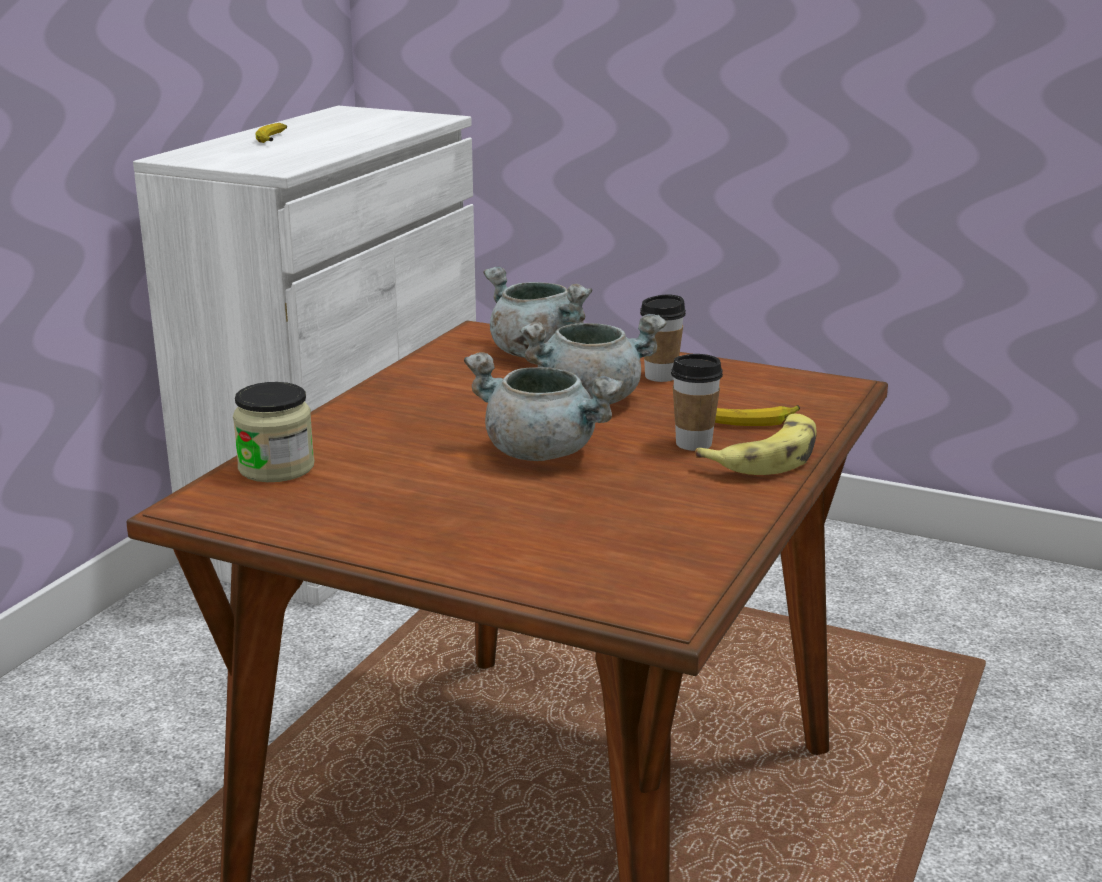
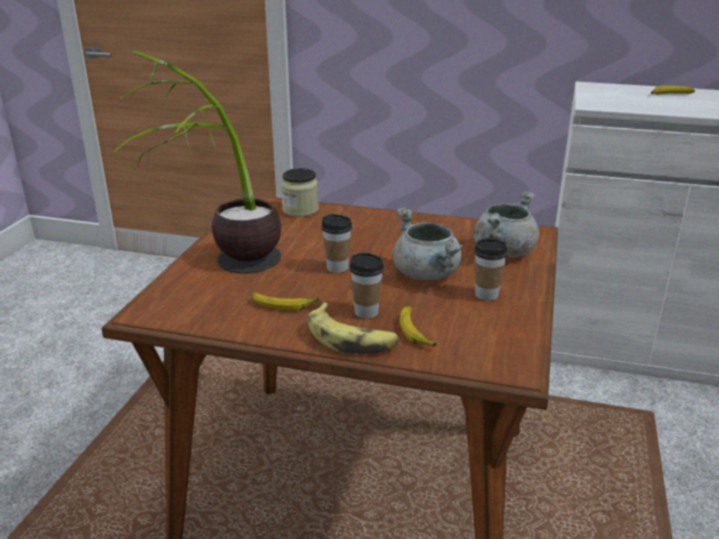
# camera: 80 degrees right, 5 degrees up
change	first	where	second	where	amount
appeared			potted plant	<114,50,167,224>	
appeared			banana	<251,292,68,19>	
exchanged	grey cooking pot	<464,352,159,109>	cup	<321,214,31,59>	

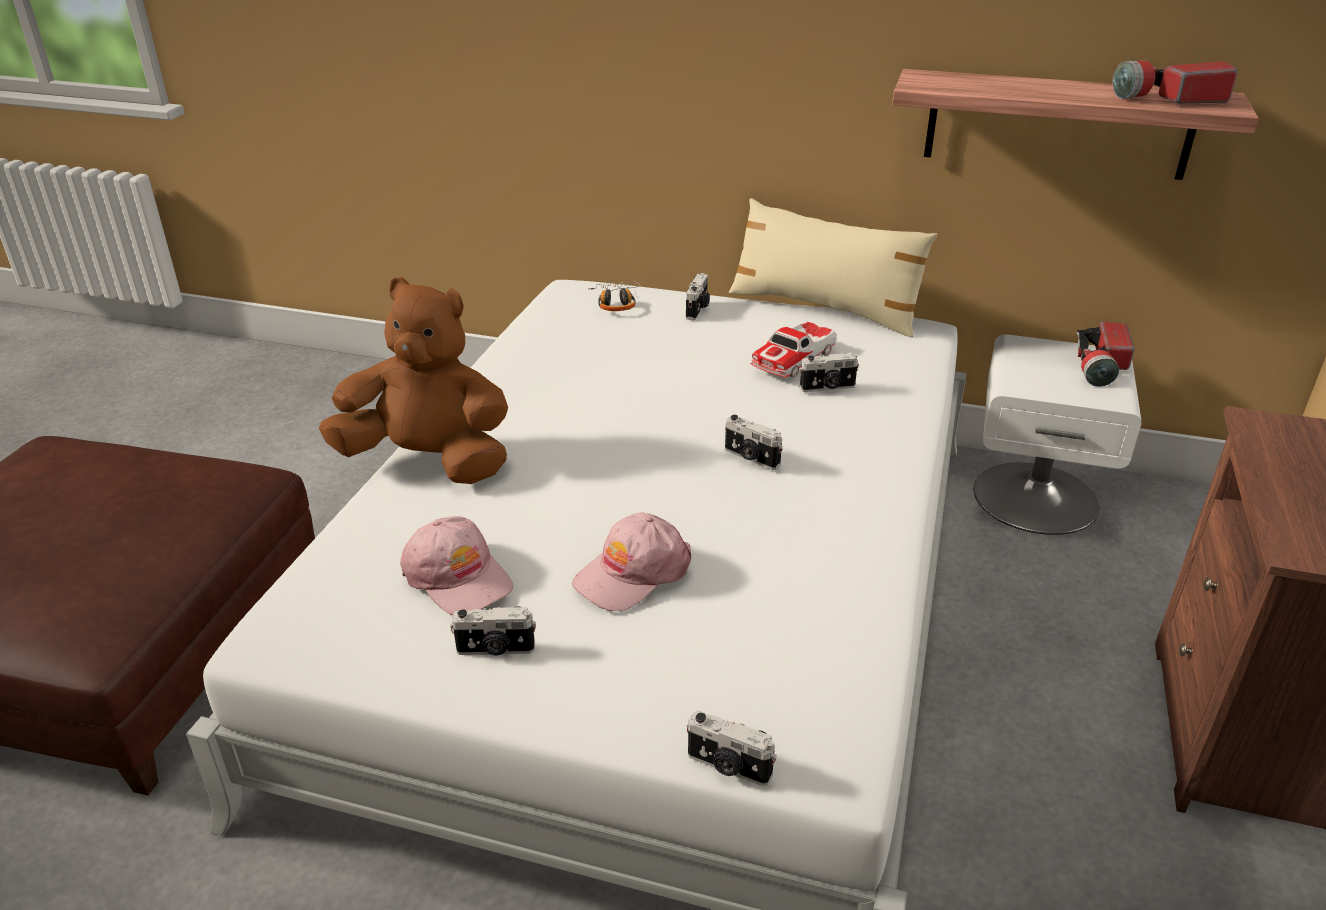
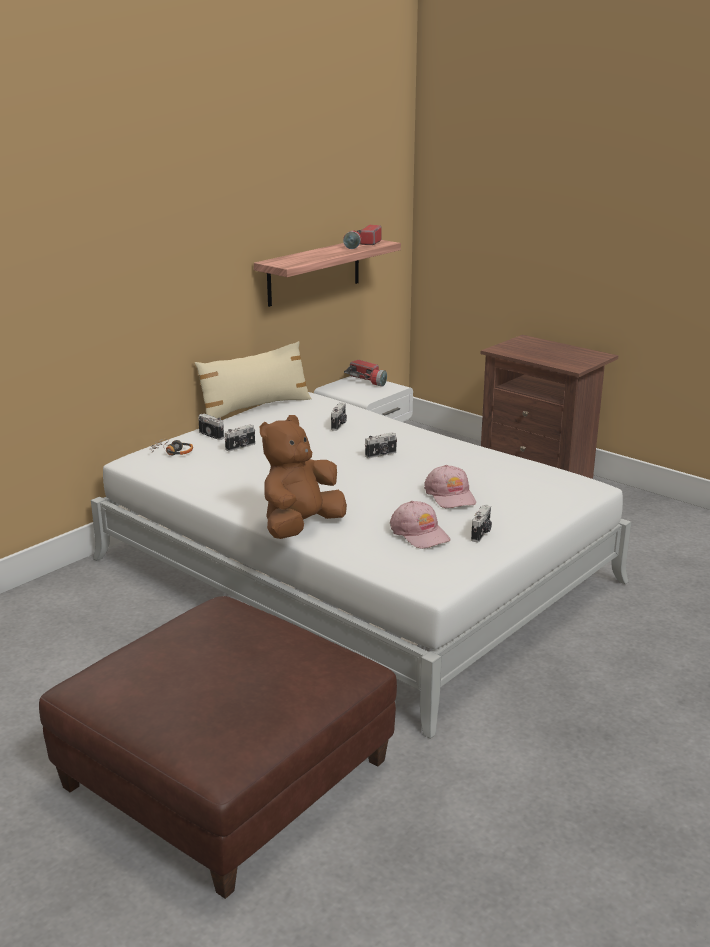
# camera: 65 degrees left, 10 degrees down
change	first	where	second	where	amount
missing	toy car	<751,322,86,56>			
relocated	photo camera	<687,711,90,75>		<225,424,30,27>	
spun	pink cap	<400,516,113,99>		<390,501,60,48>	75 degrees clockwise

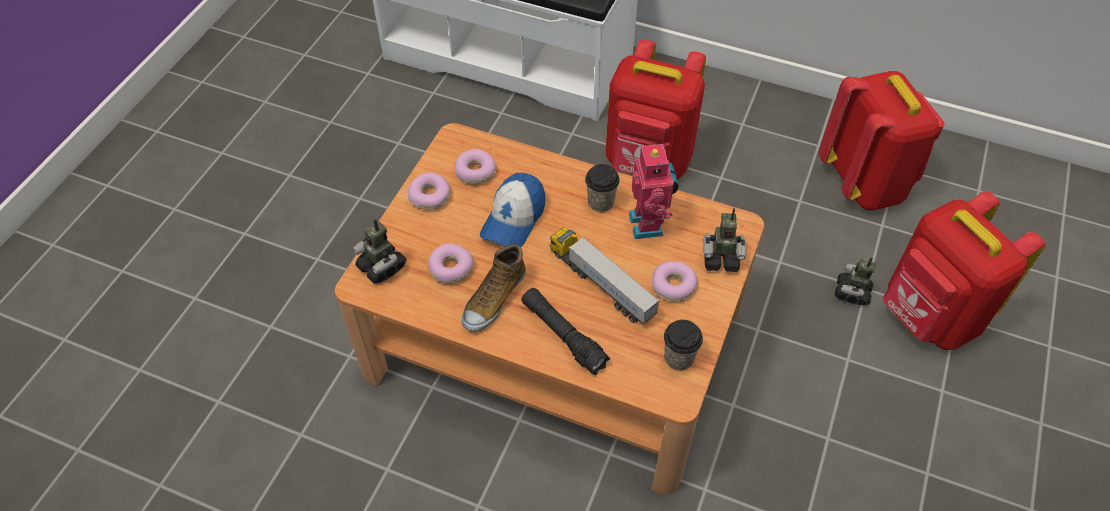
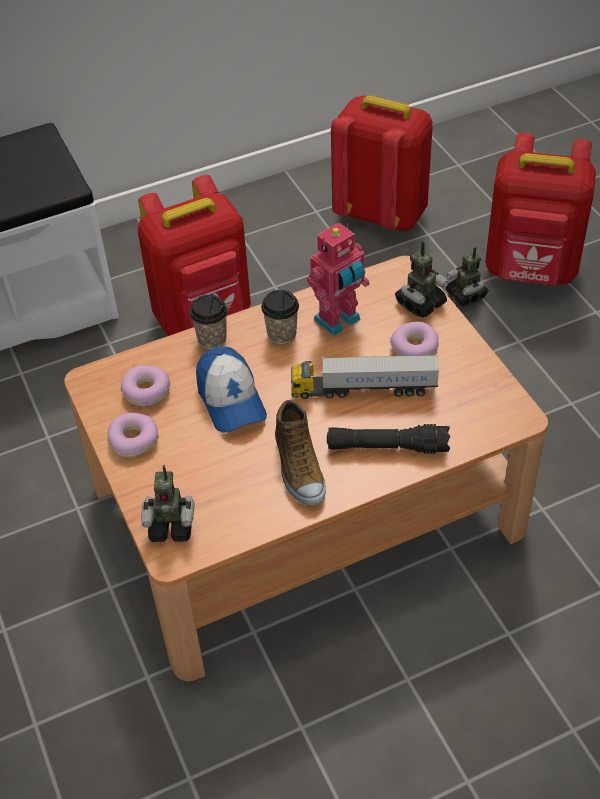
# camera: 45 degrees left, 5 degrees down
change	first	where	second	where	amount
missing	donut	<428,243,46,41>			
relocated	cup	<664,320,39,51>		<190,295,38,54>	
spun	toy robot	<629,141,50,98>		<307,223,63,113>	105 degrees clockwise

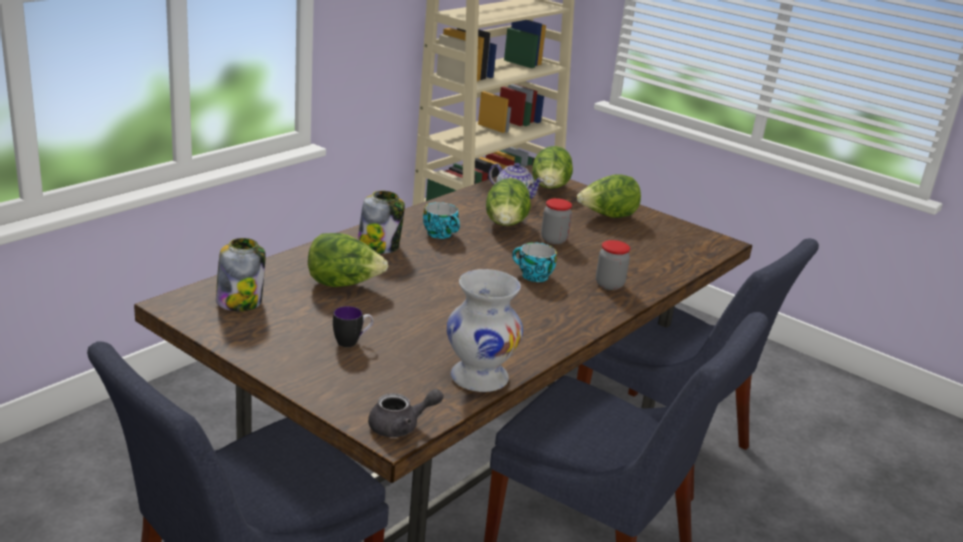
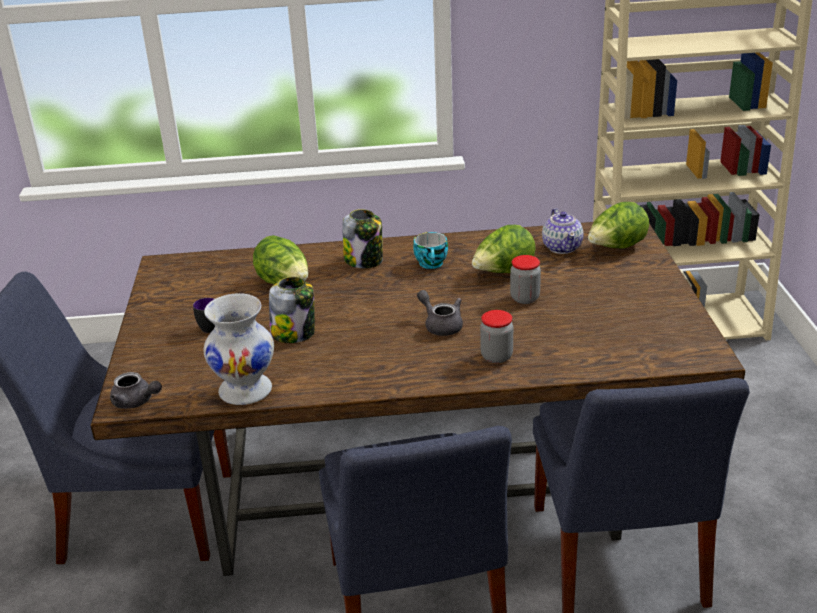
# camera: 50 degrees right, 5 degrees up
change	first	where	second	where	amount
missing	lettuce	<577,174,64,44>			
relocated	jar	<216,238,50,73>		<269,277,46,66>	
exchanged	cup	<512,242,45,40>	grey teapot	<417,290,46,46>	

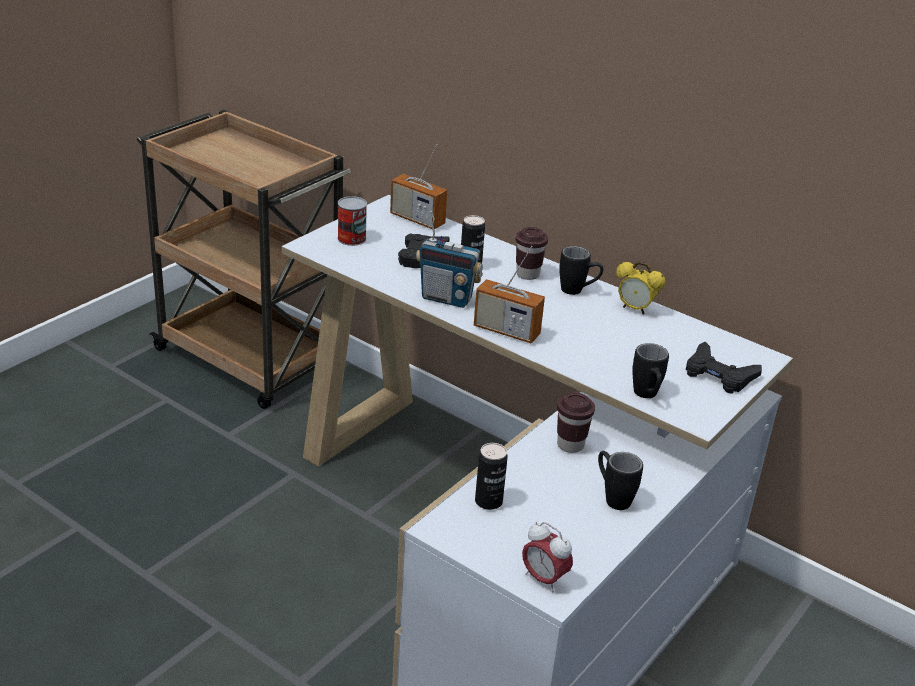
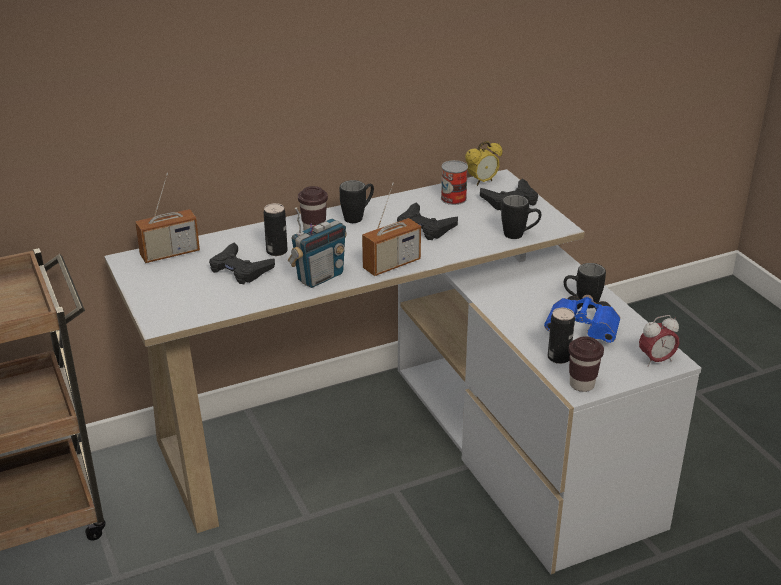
# camera: 60 degrees left, 0 degrees up
change	first	where	second	where	amount
appeared			black game controller	<397,203,61,37>	
appeared			blue binoculars	<544,295,76,48>	
relocated	can	<337,196,30,50>		<441,160,27,45>	
relocated	brown cup	<557,393,38,60>		<569,336,35,56>	
relocated	alarm clock	<616,261,49,53>		<465,141,38,45>	

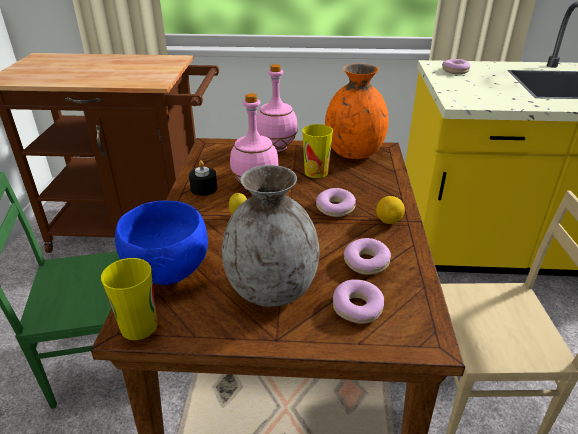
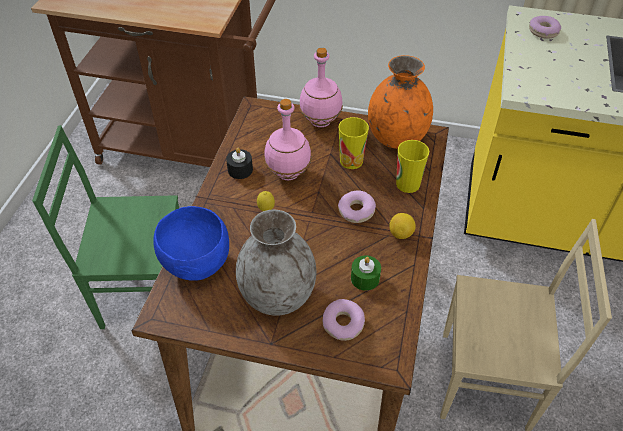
# camera: 10 degrees right, 15 degrees up
change	first	where	second	where	amount
relocated	cup	<101,258,57,82>		<396,140,33,53>	
exchanged	donut	<344,238,47,37>	green candle	<351,255,30,36>	

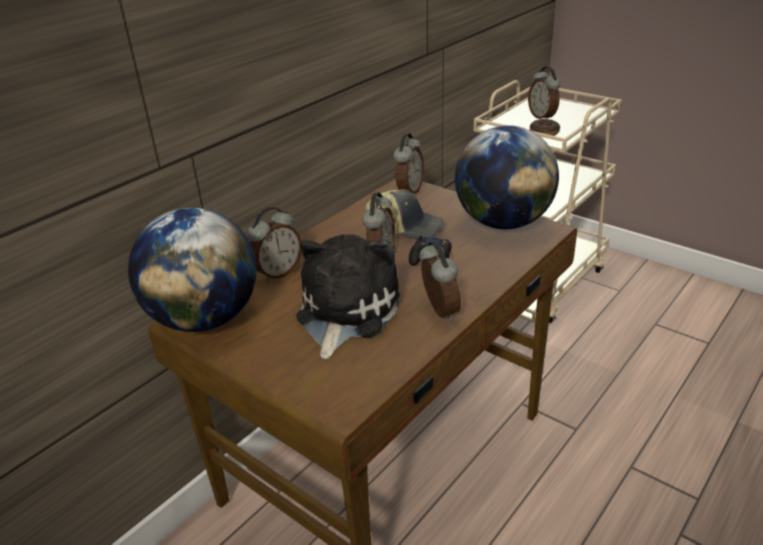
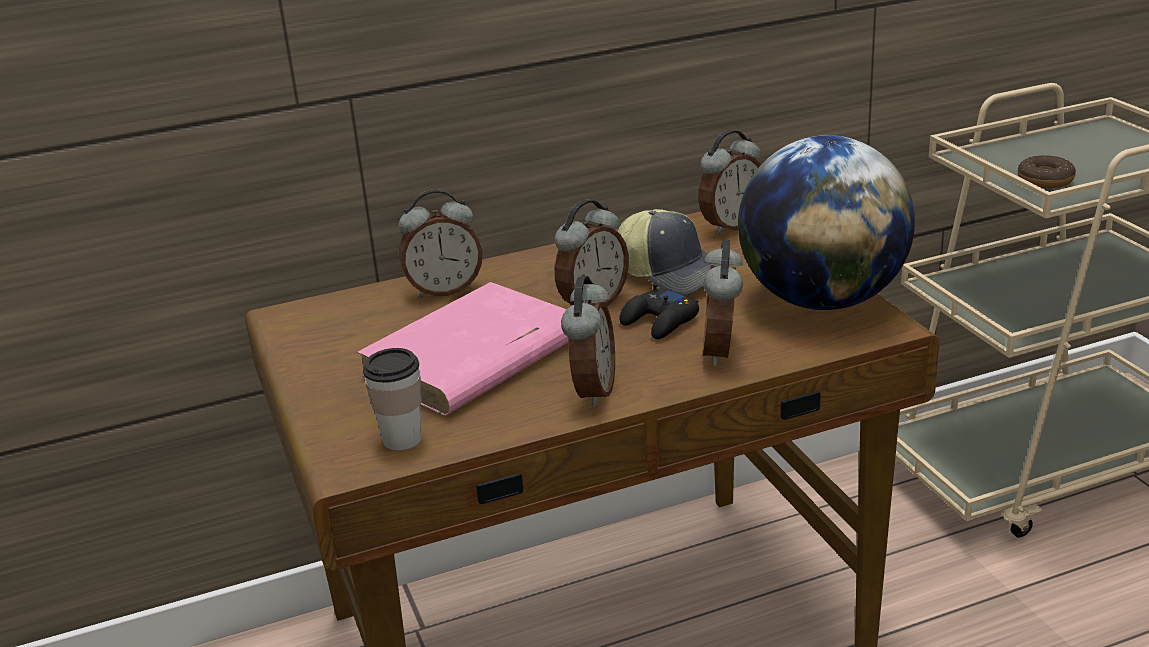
# camera: 30 degrees right, 5 degrees down
change	first	where	second	where	amount
missing	globe	<128,208,129,124>			
appeared			cup	<363,348,59,102>	
relocated	alarm clock	<528,66,33,53>		<703,240,40,126>	
exchanged	plush toy	<296,234,104,125>	pink book	<357,282,212,134>	

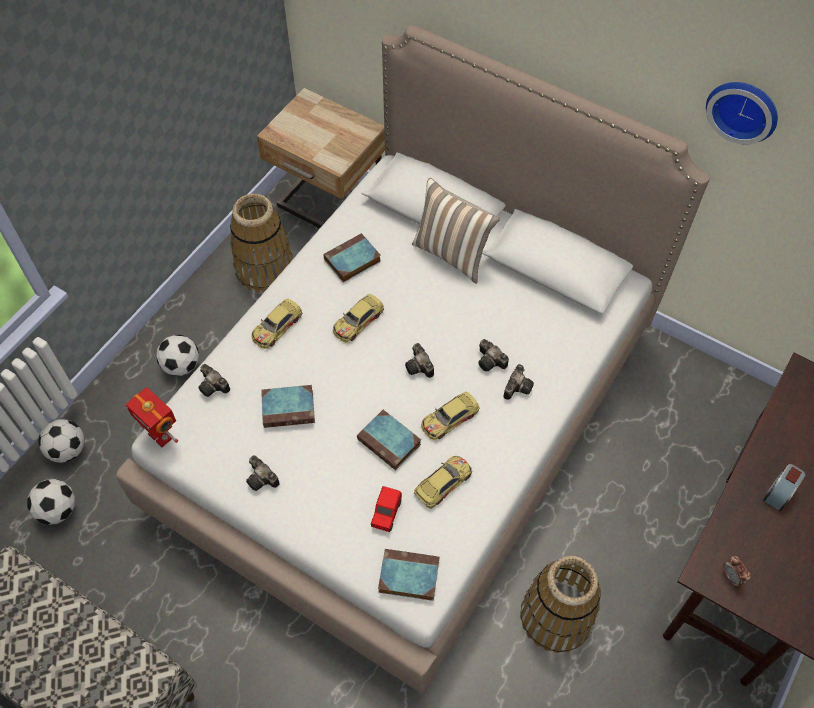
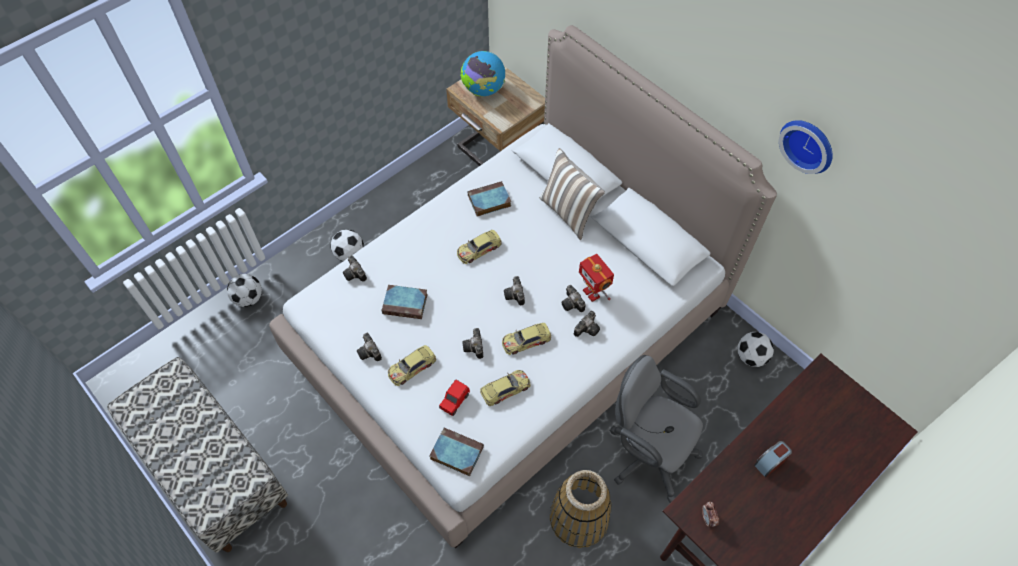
# camera: 15 degrees right, 0 degrees up
change	first	where	second	where	amount
missing	basket	<230,194,63,99>			
appeared			globe	<460,51,45,46>	
appeared			grey office chair	<610,355,93,148>	
relocated	football	<27,479,48,46>		<738,332,36,35>	
relocated	toy robot	<126,387,52,60>		<579,254,35,48>	
relocated	toy car	<251,299,51,50>		<388,345,48,41>	
exchanged	book	<357,410,64,60>	photo camera	<463,328,20,31>	

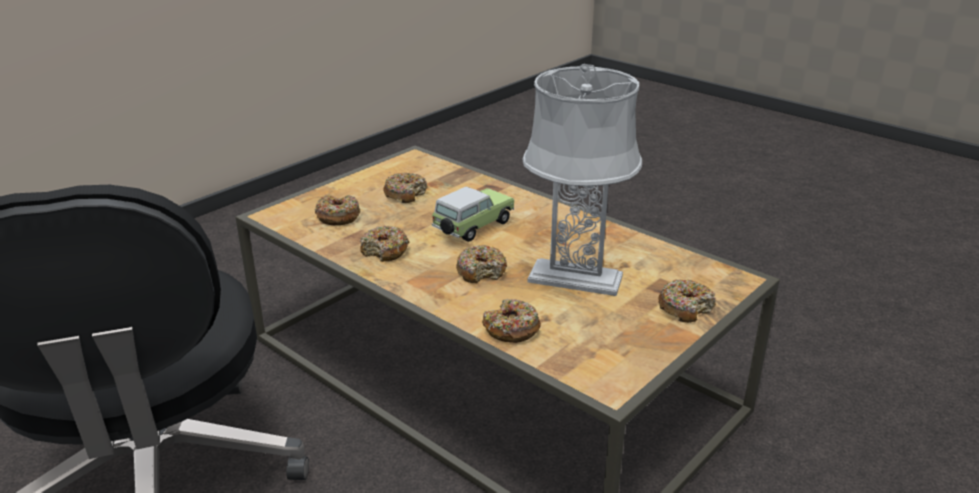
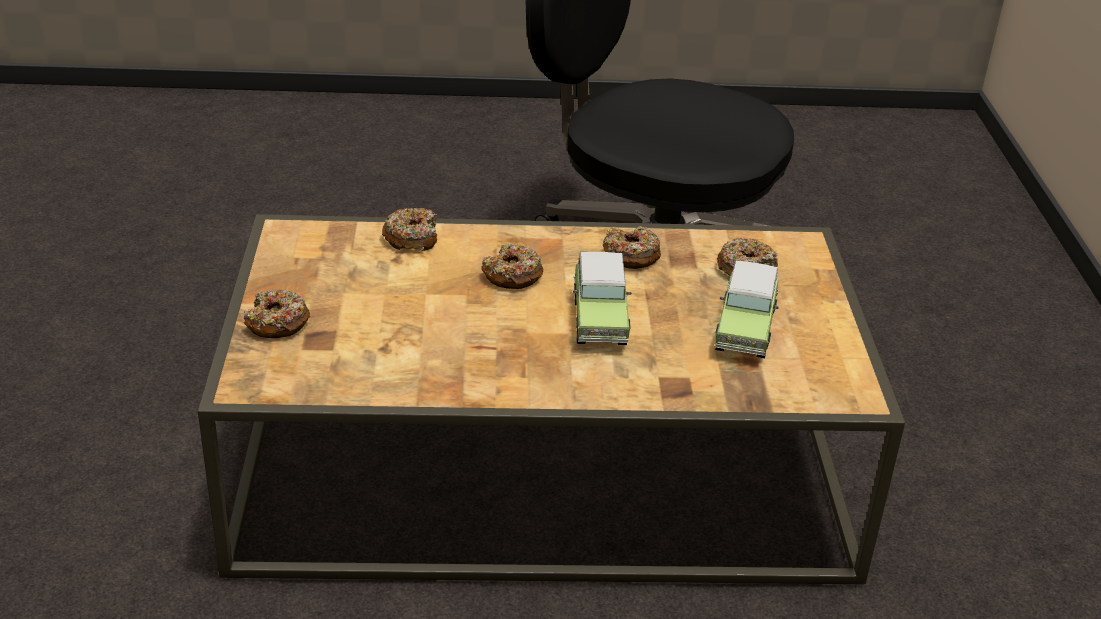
# camera: 135 degrees right, 5 degrees up
change	first	where	second	where	amount
missing	grey table lamp	<522,64,120,232>			
exchanged	donut	<383,172,45,31>	toy car	<715,260,64,98>	

